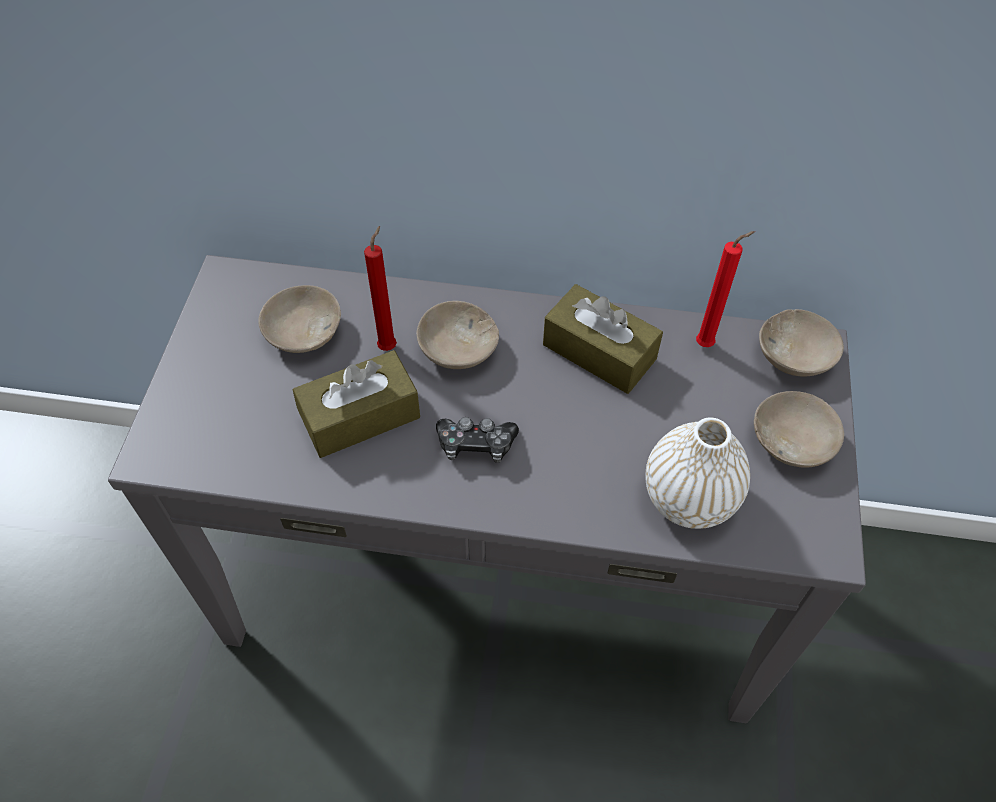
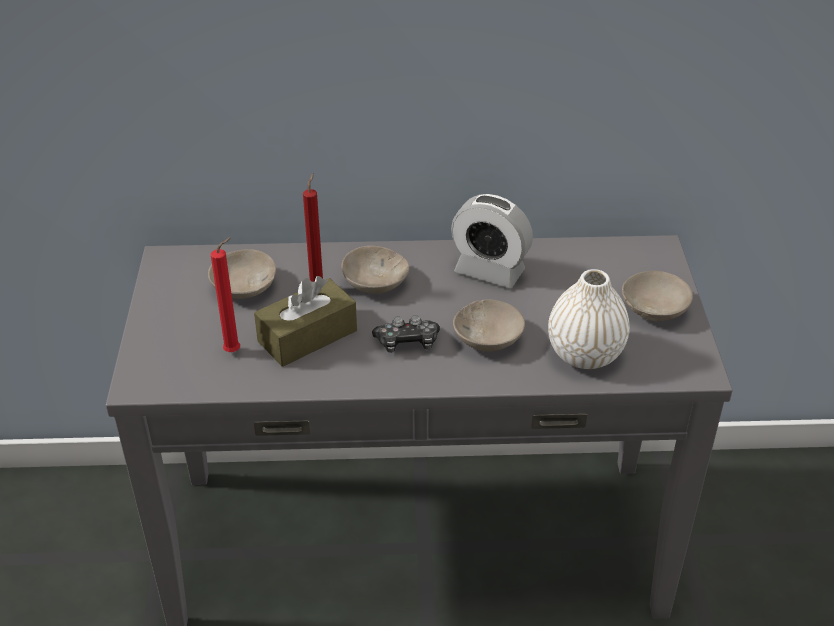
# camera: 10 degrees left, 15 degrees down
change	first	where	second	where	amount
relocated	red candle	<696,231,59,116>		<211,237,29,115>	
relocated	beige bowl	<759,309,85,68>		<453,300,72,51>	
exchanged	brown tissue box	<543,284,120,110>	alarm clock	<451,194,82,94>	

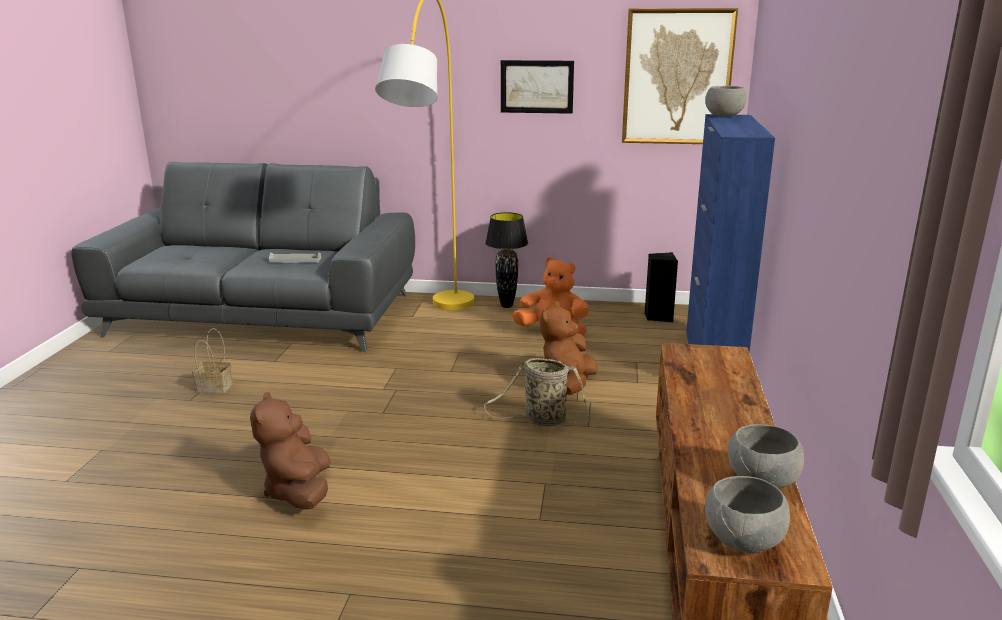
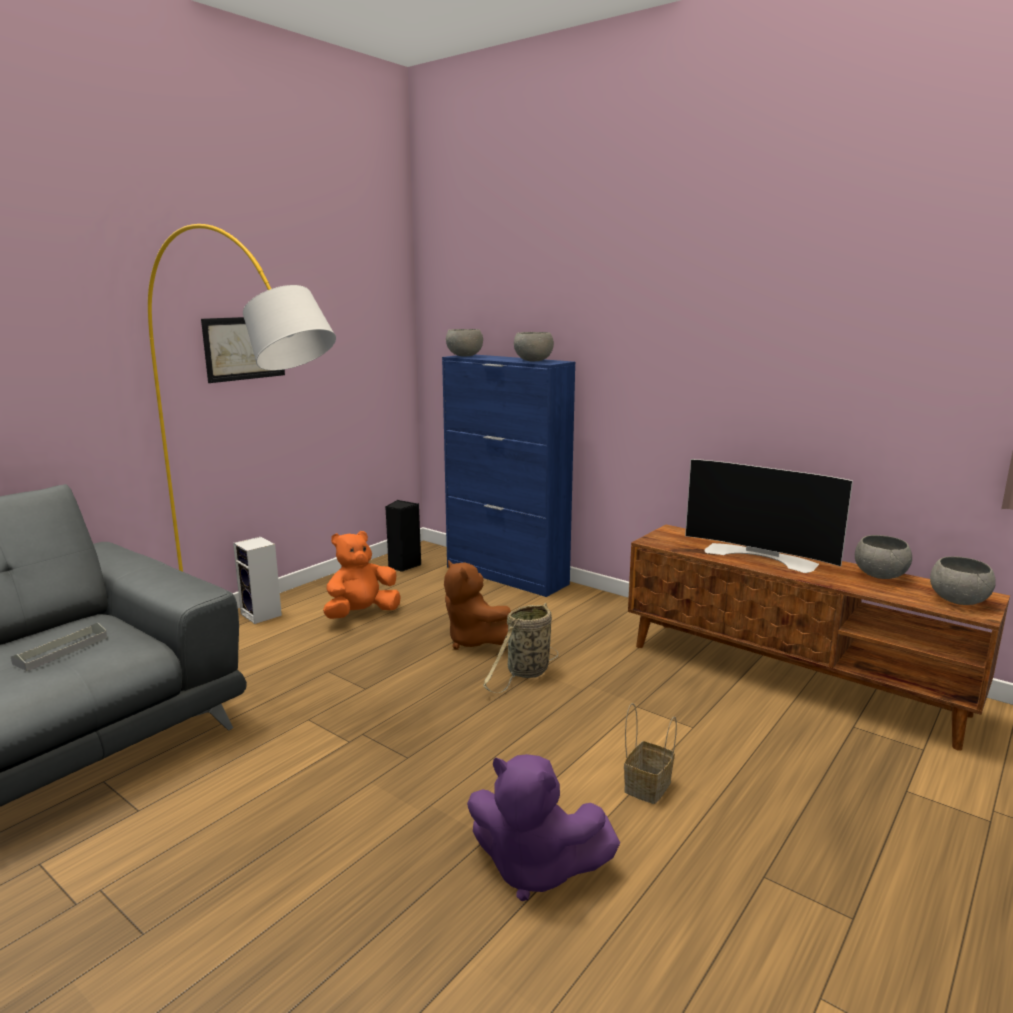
# camera: 60 degrees left, 5 degrees down
change	first	where	second	where	amount
missing	picture	<622,8,116,136>			
appeared			grey bowl	<514,332,40,29>	
appeared			television	<685,459,168,114>	
relocated	basket	<192,328,41,65>		<624,703,53,101>	
exchanged	black table lamp	<485,212,43,96>	speaker	<233,537,49,87>	
colour	brown plush toy	<250,392,80,117>	purple plush toy	<467,754,153,147>	

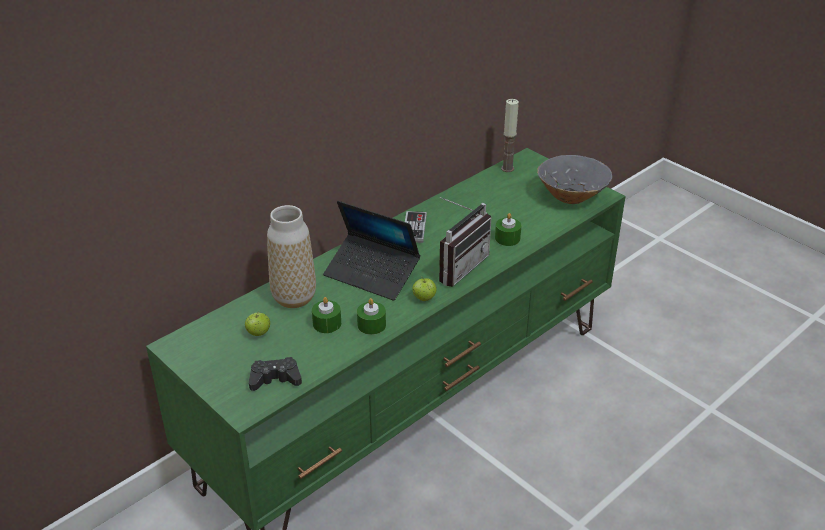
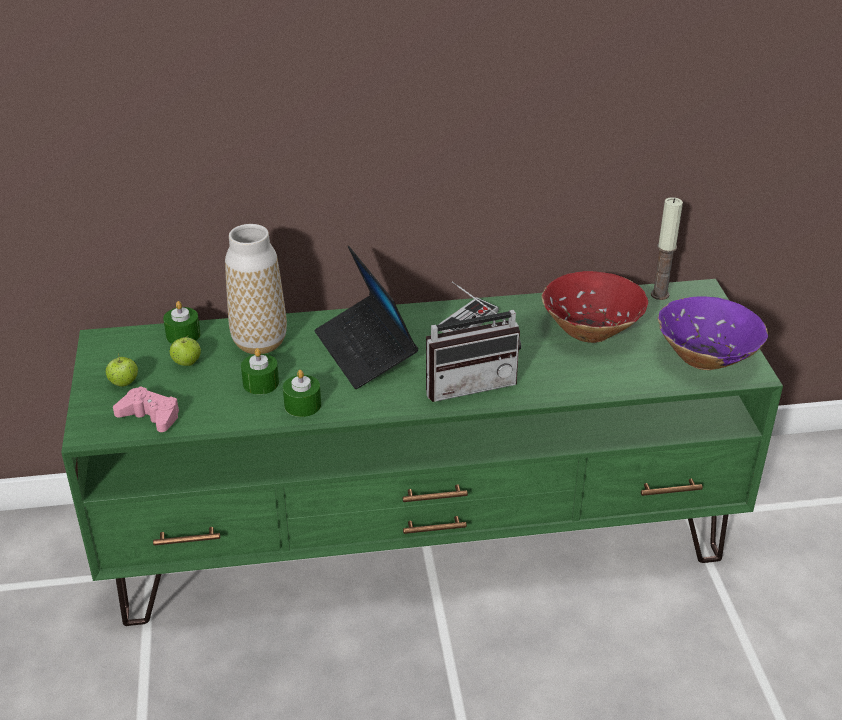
# camera: 35 degrees right, 0 degrees up
change	first	where	second	where	amount
appeared			red bowl	<542,271,106,72>	
relocated	apple	<412,277,24,24>		<106,353,32,33>	
relocated	green candle	<495,213,26,33>		<163,301,38,43>	
colour	black game controller	<249,357,53,34>	pink game controller	<113,386,66,46>	
colour	grey bowl	<537,155,75,49>	purple bowl	<658,296,110,74>	

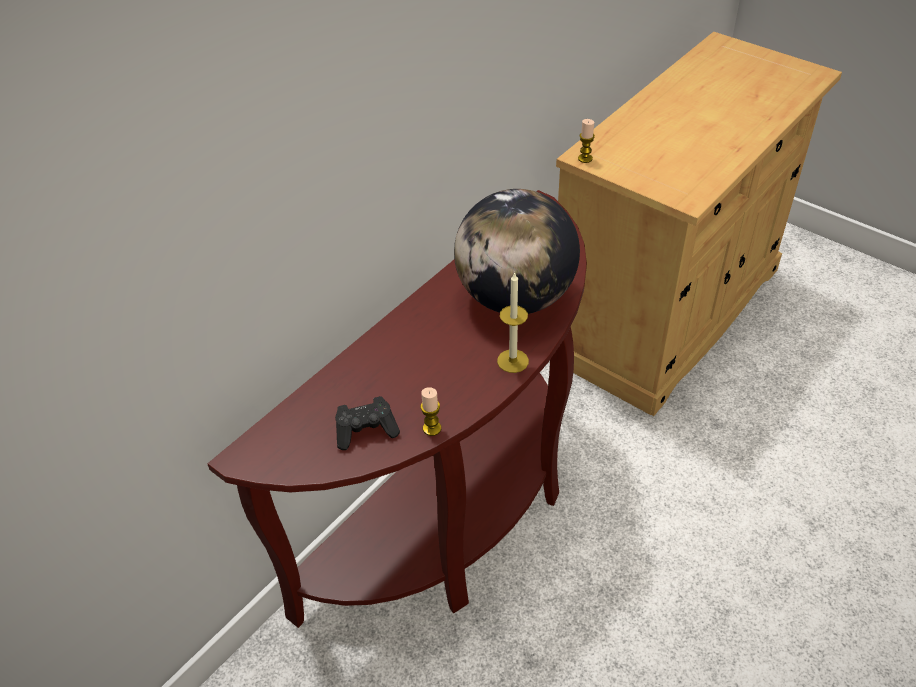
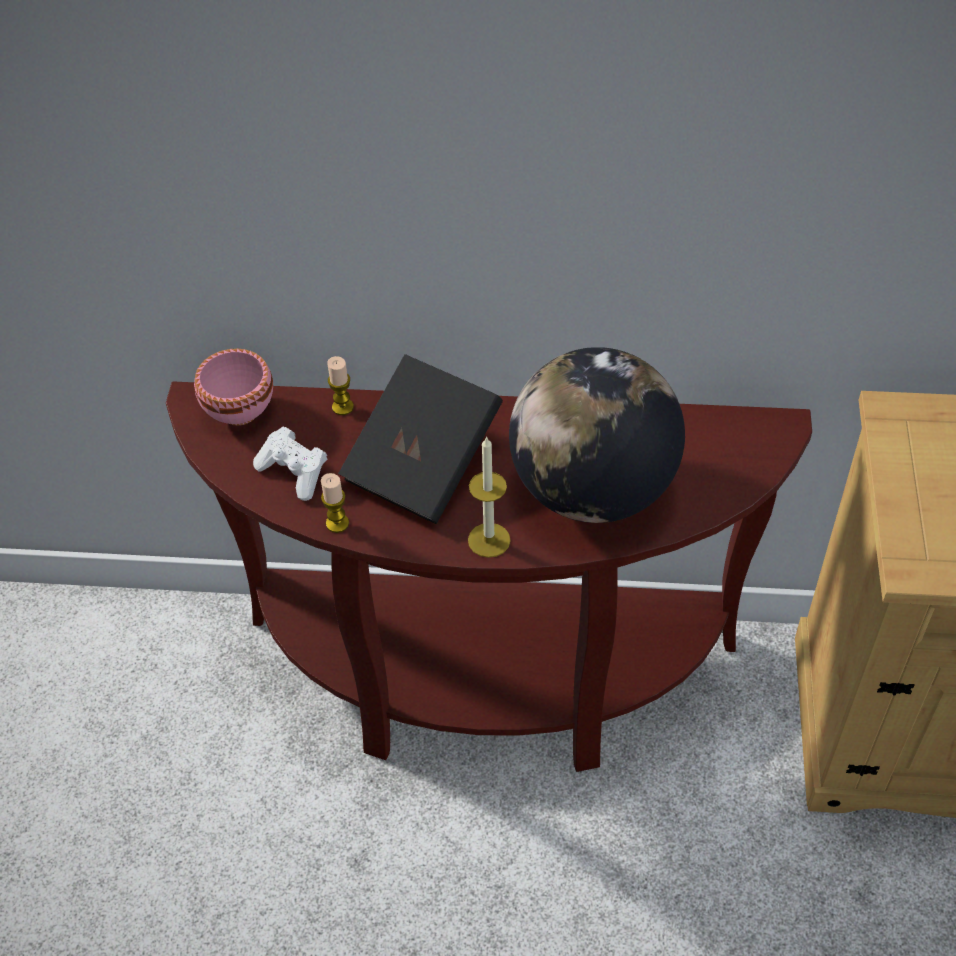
# camera: 55 degrees right, 5 degrees up
change	first	where	second	where	amount
appeared			pink bowl	<194,349,79,76>	
appeared			black book	<338,354,165,170>	
relocated	candle	<578,119,17,44>		<327,356,27,59>	
colour	black game controller	<335,396,65,54>	white game controller	<253,427,74,74>	

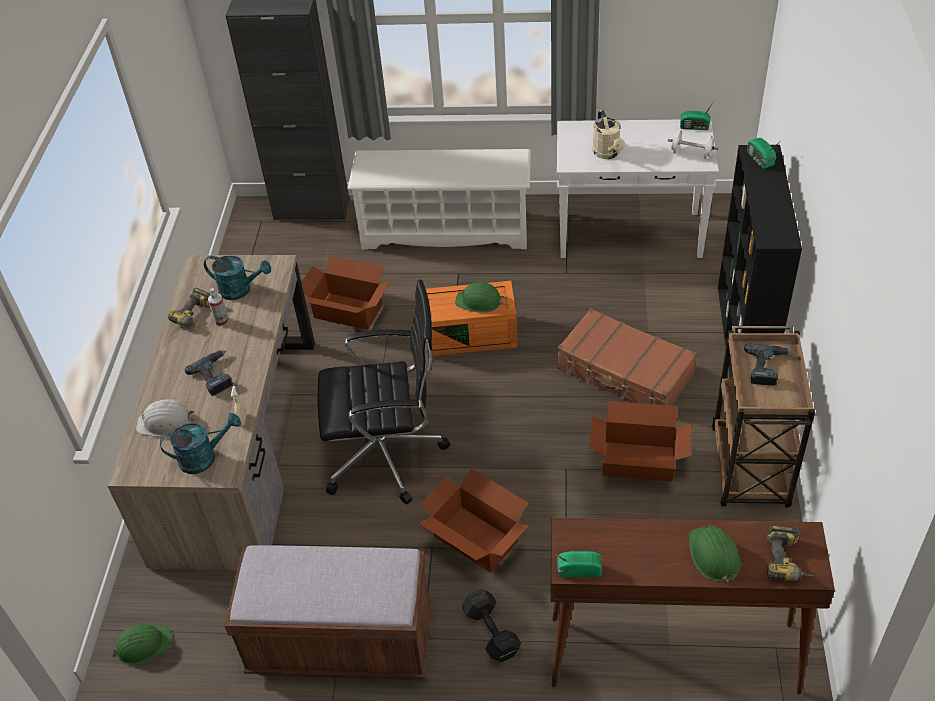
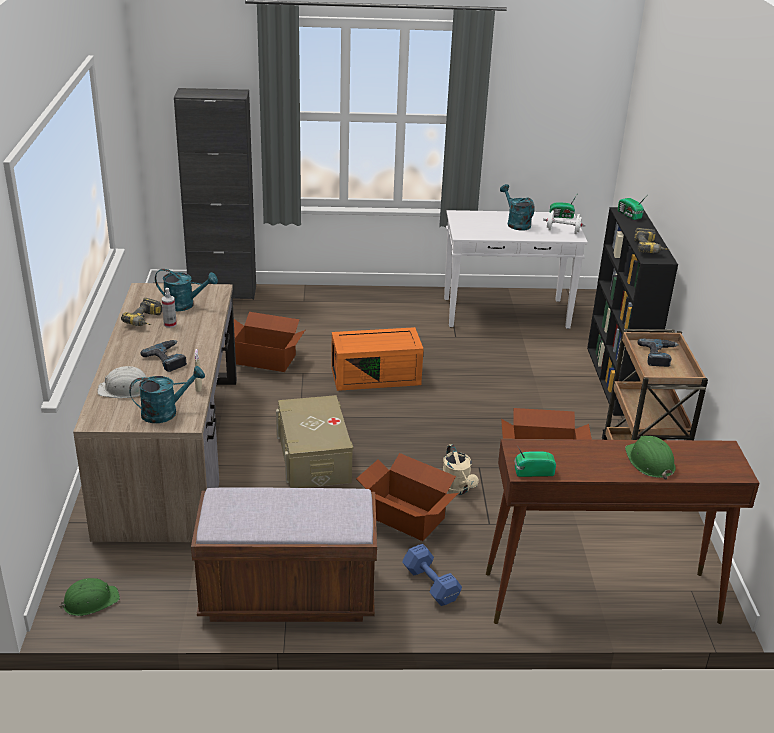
# camera: 10 degrees left, 15 degrees down
change	first	where	second	where	amount
missing	white shoe rack	<348,149,183,100>			
missing	green hard hat	<455,282,49,31>			
missing	brown suitcase	<557,308,140,98>			
appeared			turquoise watering can	<500,184,35,46>	
relocated	beige watering can	<592,110,33,49>		<443,444,36,51>	
relocated	power drill	<767,524,49,57>		<634,228,35,25>	
exchanged	black office chair	<318,279,132,225>	beige storage box	<276,395,77,93>	
colour	black dumbbell	<462,589,59,73>	blue dumbbell	<402,544,60,62>	

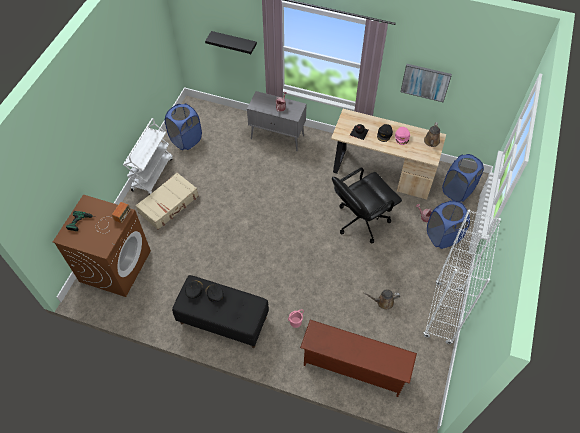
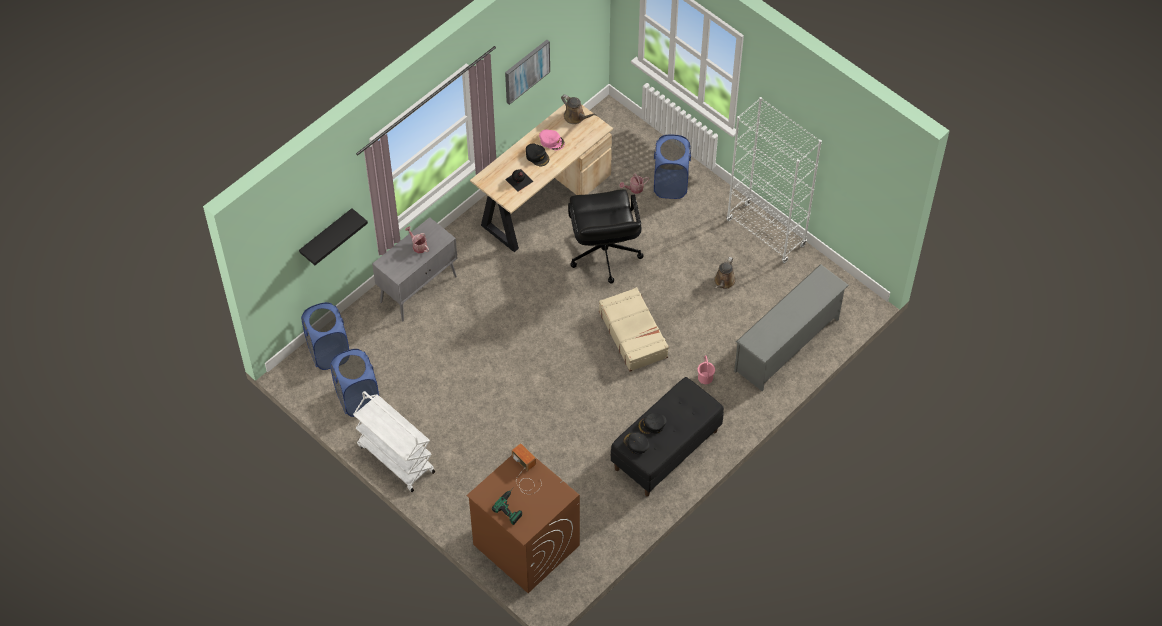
# camera: 65 degrees left, 0 degrees up
change	first	where	second	where	amount
relocated	beige suitcase	<136,173,63,57>		<599,287,70,84>	
relocated	blue laundry basket	<442,154,42,48>		<301,302,48,68>	
colour	brown shoe rack	<300,320,117,77>	grey shoe rack	<734,264,115,127>	

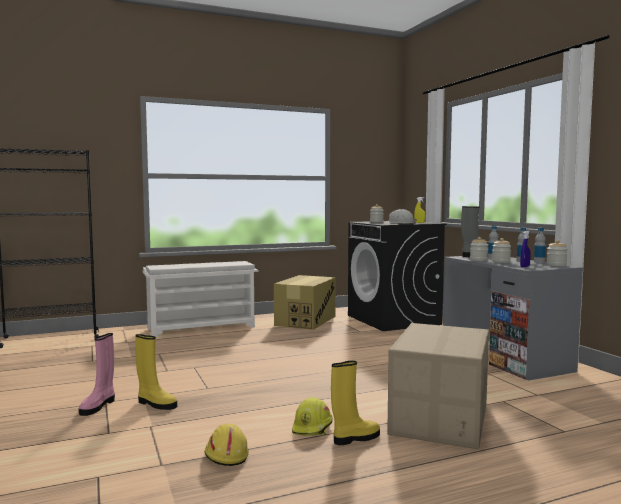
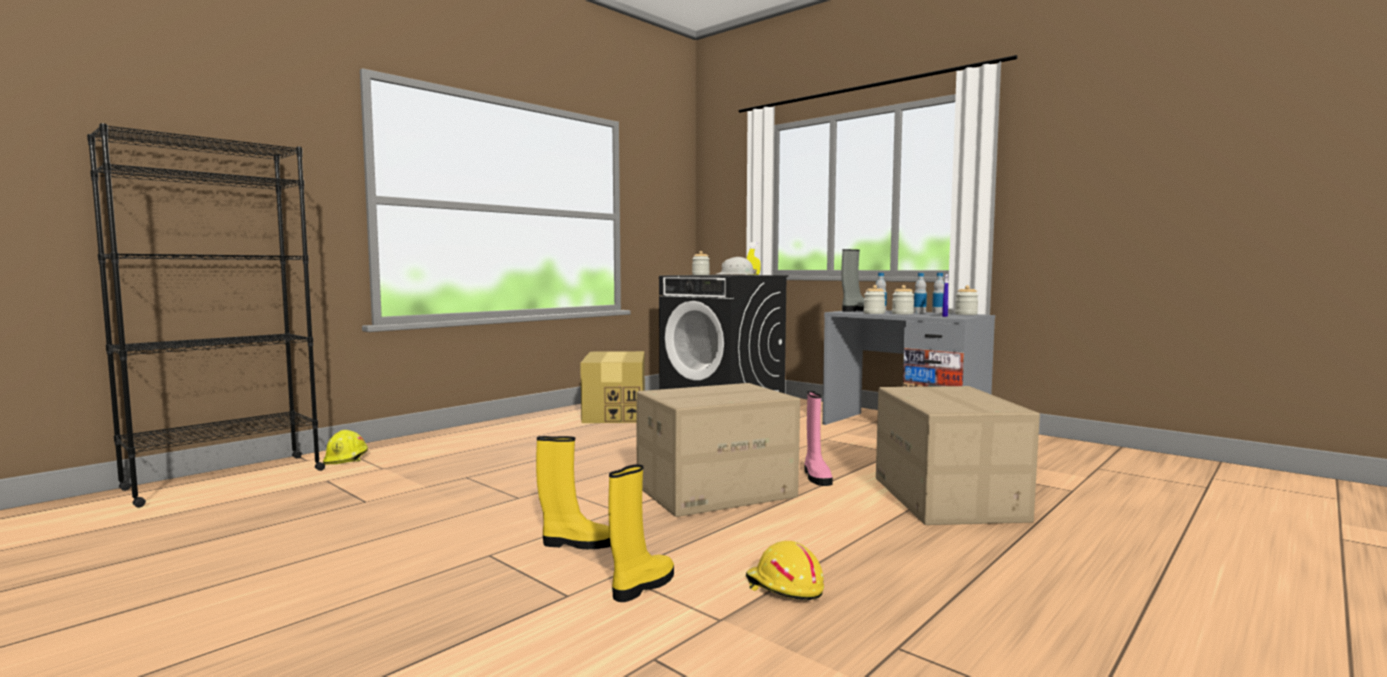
# camera: 25 degrees left, 0 degrees up
change	first	where	second	where	amount
missing	white shoe rack	<143,261,115,76>			
appeared			cardboard box	<637,383,163,134>	
relocated	pink boot	<79,333,36,83>		<804,391,29,95>	
relocated	yellow hard hat	<292,397,40,39>		<323,430,45,35>	
relocated	yellow boot	<331,361,49,84>		<608,464,66,138>	

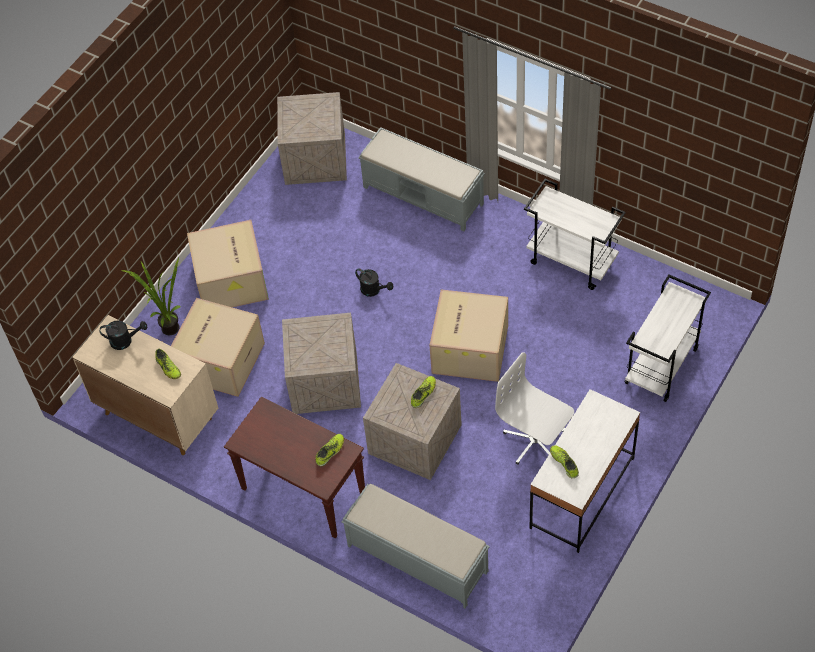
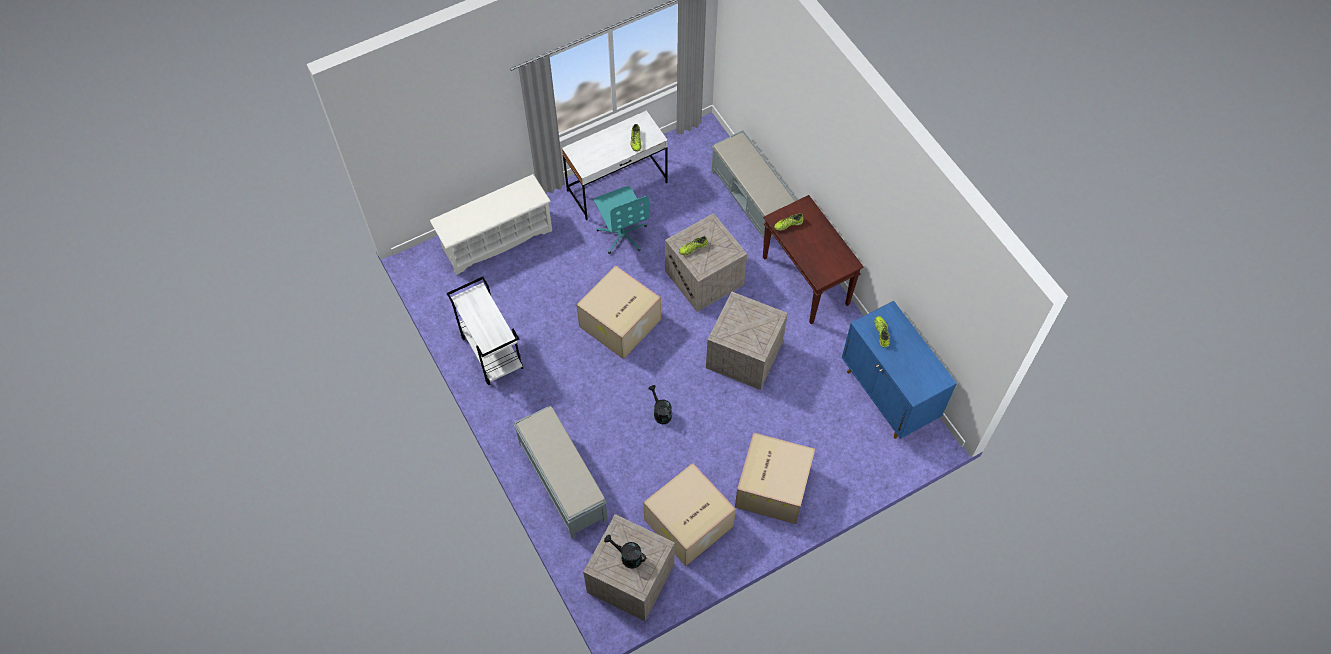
# camera: 155 degrees left, 5 degrees up
change	first	where	second	where	amount
missing	potted plant	<121,258,60,78>			
relocated	black watering can	<100,321,48,29>		<604,535,42,34>	
relocated	cardboard box	<171,298,94,99>		<643,463,93,103>	
exchanged	white cart	<624,274,87,128>	white shoe rack	<430,174,122,101>	
colour	beige cabinet	<72,315,146,140>	blue cabinet	<842,301,115,138>	
colour	white office chair	<495,352,79,113>	turquoise office chair	<594,186,56,68>	

